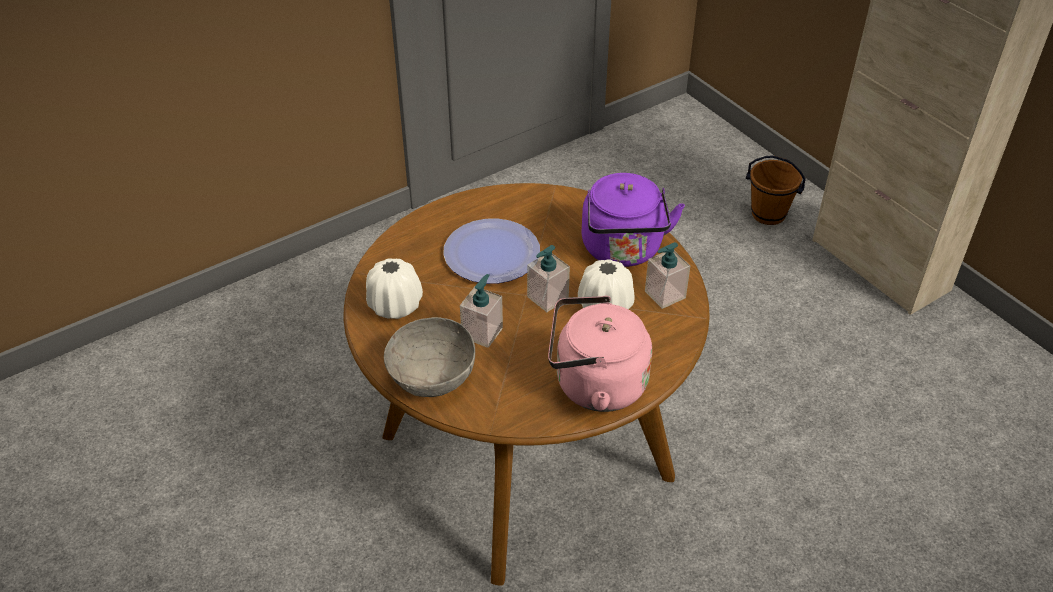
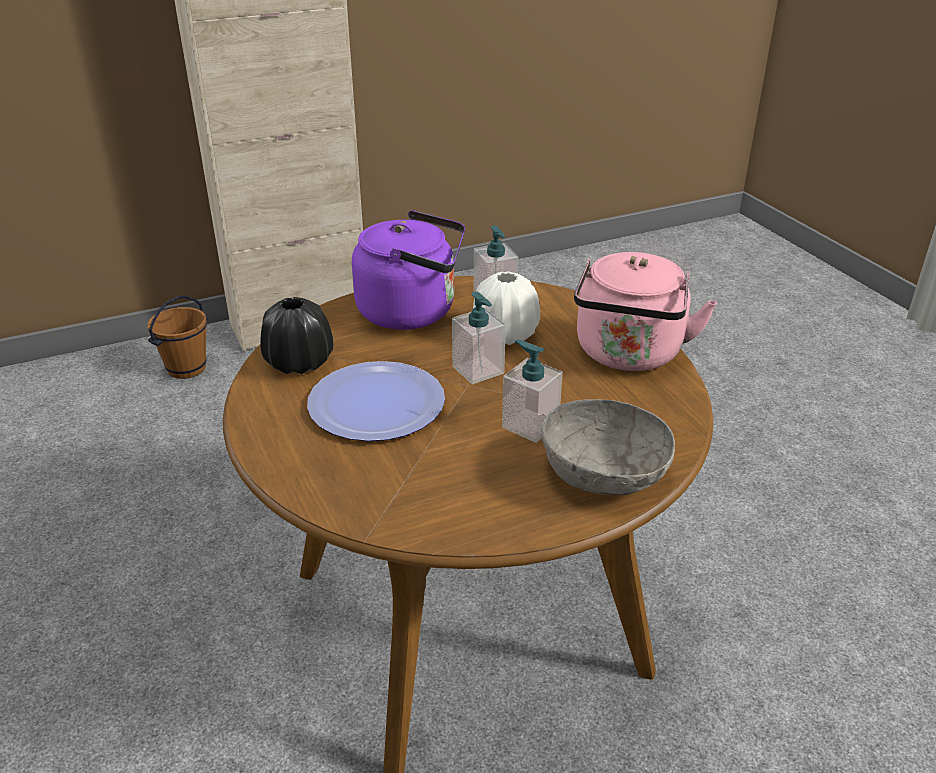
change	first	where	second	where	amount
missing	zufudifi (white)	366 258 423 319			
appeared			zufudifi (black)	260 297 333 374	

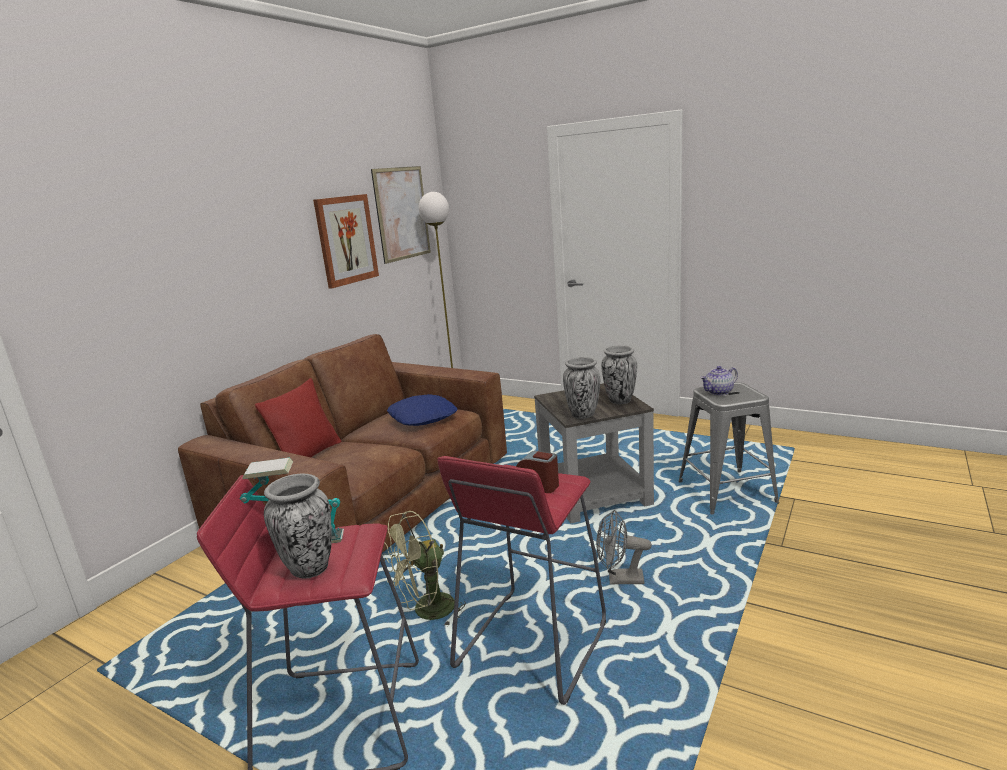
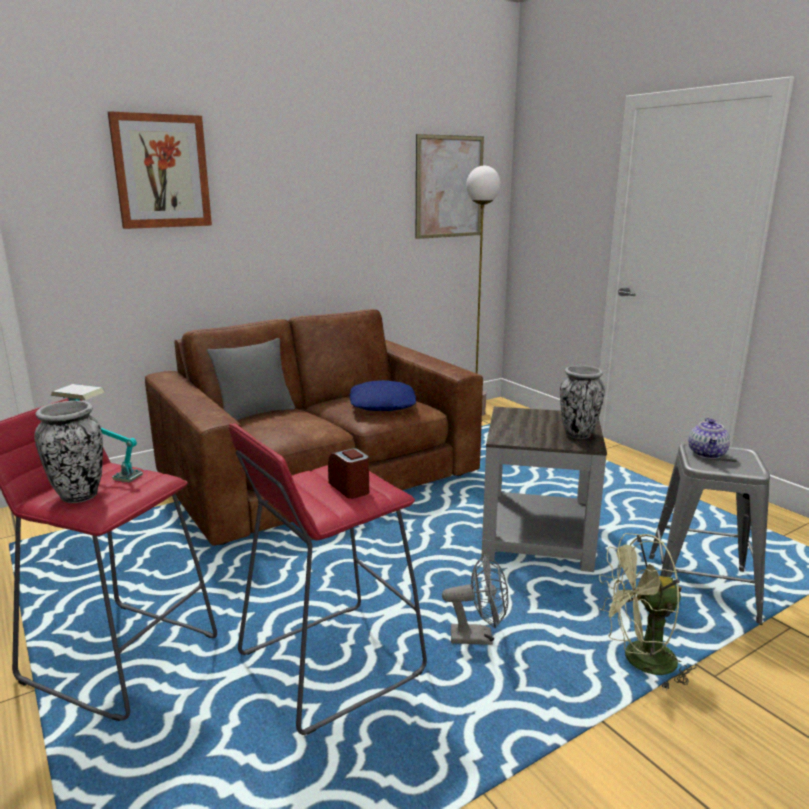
change	first	where	second	where	amount
colour	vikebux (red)	255 378 342 457	vikebux (grey)	207 338 295 421	
relocated	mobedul	313 194 379 288		108 111 212 229	
relocated	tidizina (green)	382 511 466 626		599 533 696 691	
missing	zufudifi	563 357 600 419			
spun	tidizina (grey)	596 510 652 584		442 553 509 645	150 degrees clockwise
spun	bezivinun	700 366 738 395		688 418 730 459	75 degrees counterclockwise

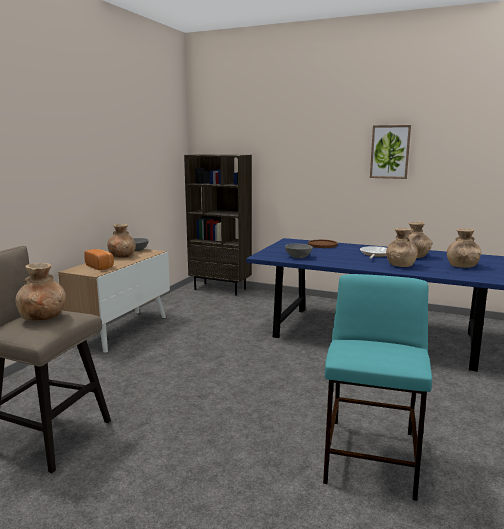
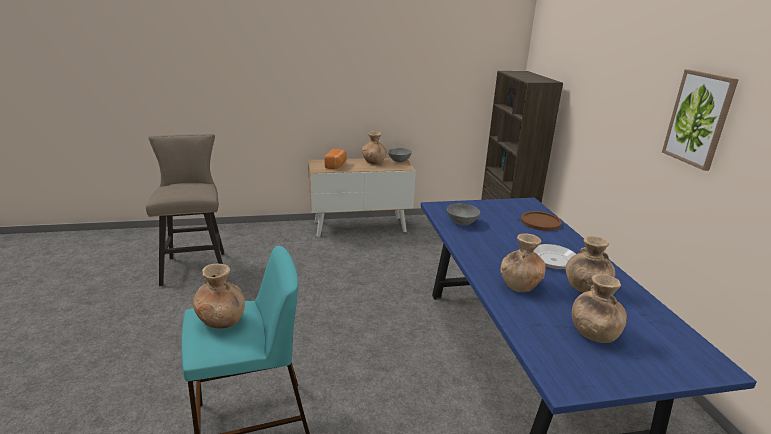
change	first	where	second	where	amount
relocated	zufudifi (brown)	15 263 66 321		193 264 245 328	

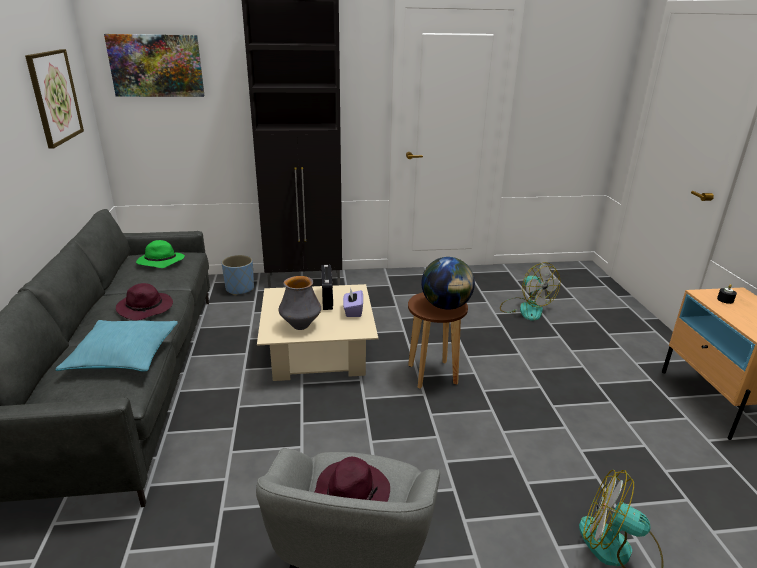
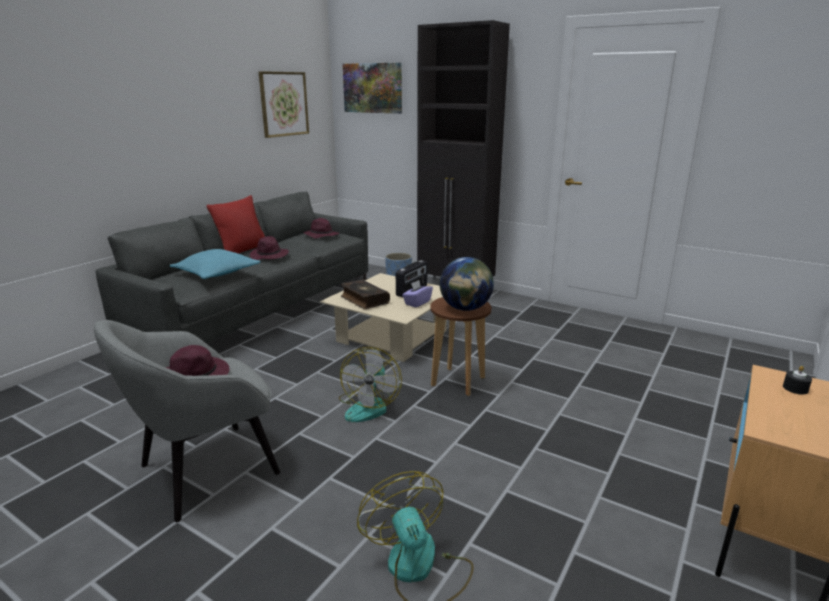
change	first	where	second	where	amount
colour	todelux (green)	136 240 185 268	todelux (purple)	304 218 339 239	
exchanged	zufudifi	278 276 321 330	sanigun	341 280 390 309	
relocated	tidizina	500 262 560 321		339 347 402 422	
appeared			vikebux (red)	206 195 265 254	

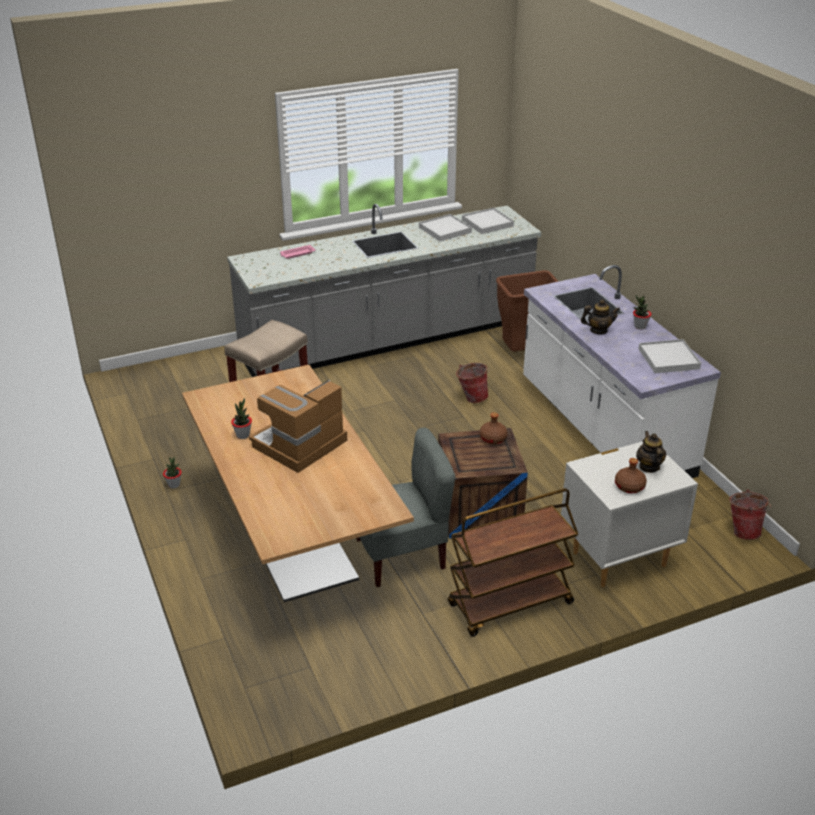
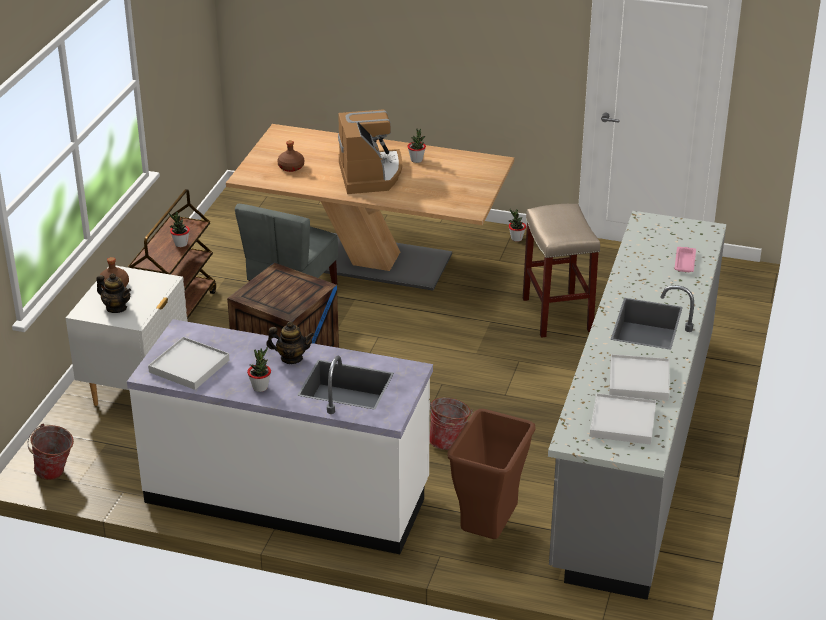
change	first	where	second	where	amount
relocated	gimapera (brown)	480 412 508 444		277 140 304 172	
spun	bezivinun	581 300 620 334		266 322 314 364	120 degrees counterclockwise
appeared			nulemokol	169 212 190 247	

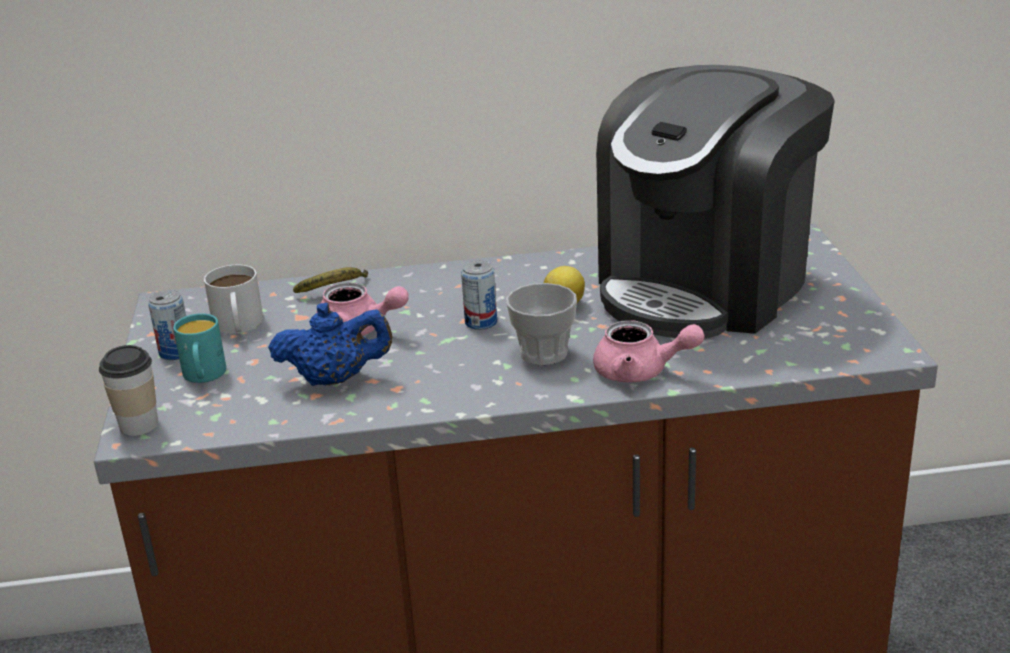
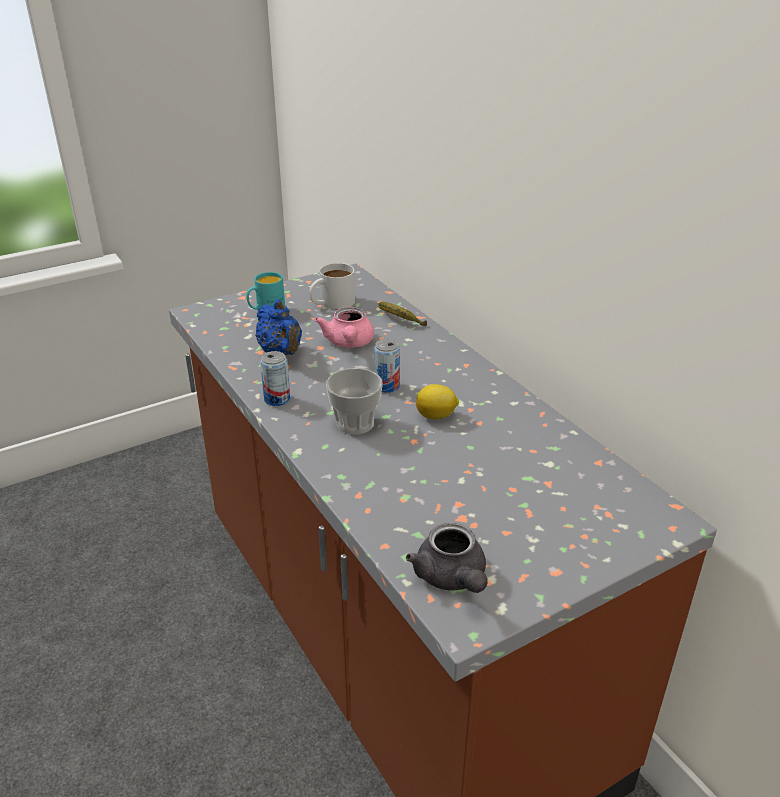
change	first	where	second	where	amount
missing	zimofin	99 345 158 436			
relocated	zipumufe	148 290 186 360		260 351 290 406	
missing	bezivinun (pink)	593 320 704 382			
missing	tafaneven	596 65 835 338			
appeared			bezivinun (grey)	406 523 488 593	

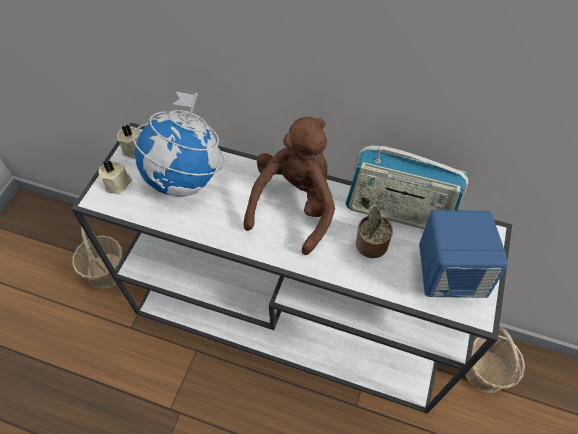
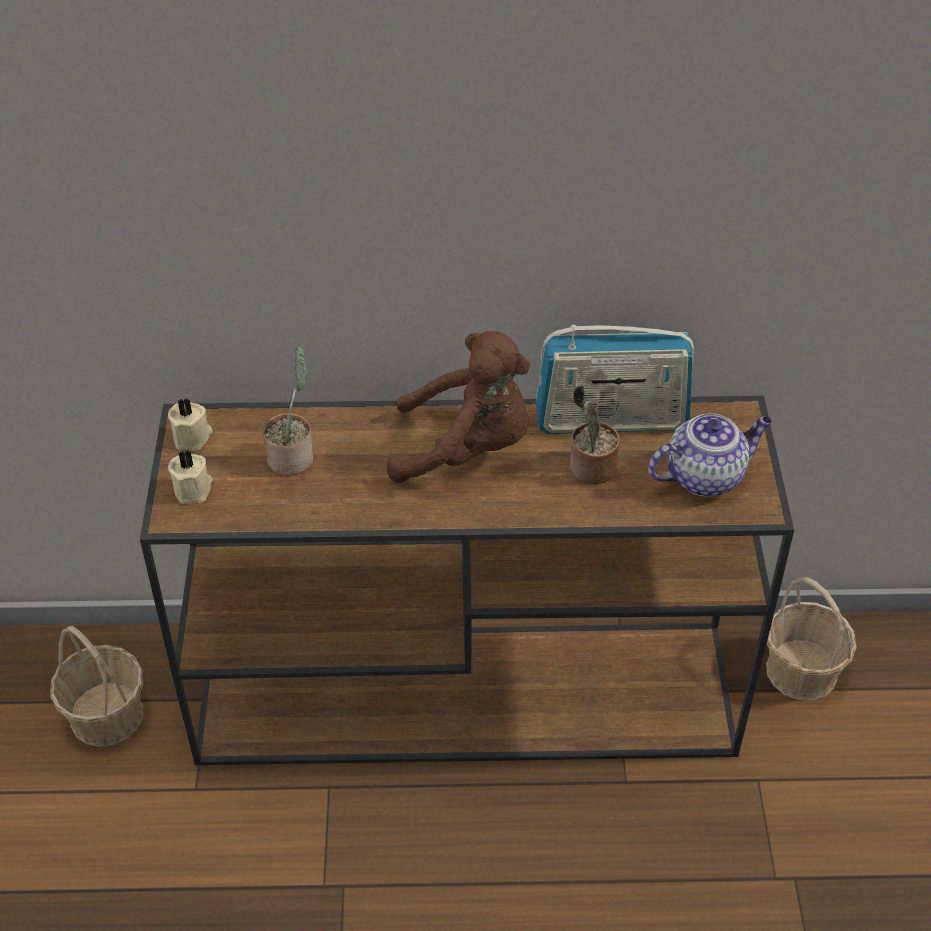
change	first	where	second	where	amount
colour	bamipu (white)	71 123 512 414	bamipu (brown)	140 396 794 765	
exchanged	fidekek	133 92 224 197	nulemokol	263 346 313 476	
spun	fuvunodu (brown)	244 117 335 255		387 331 530 483	90 degrees clockwise
exchanged	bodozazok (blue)	419 210 508 298	bezivinun	648 413 772 497	

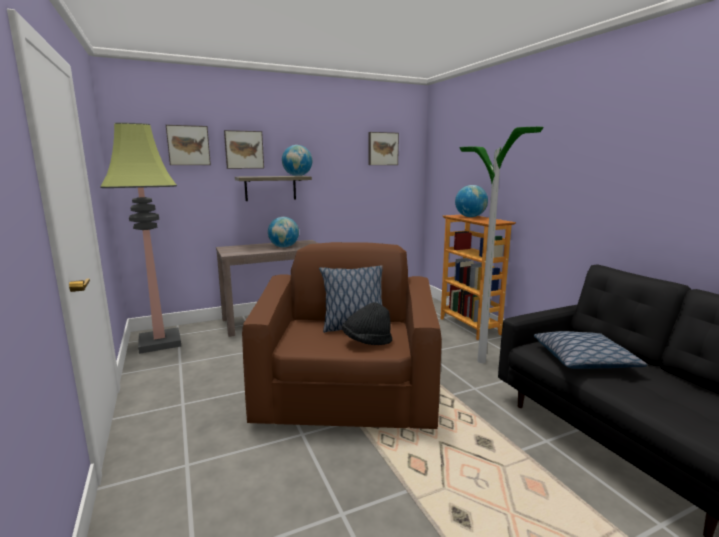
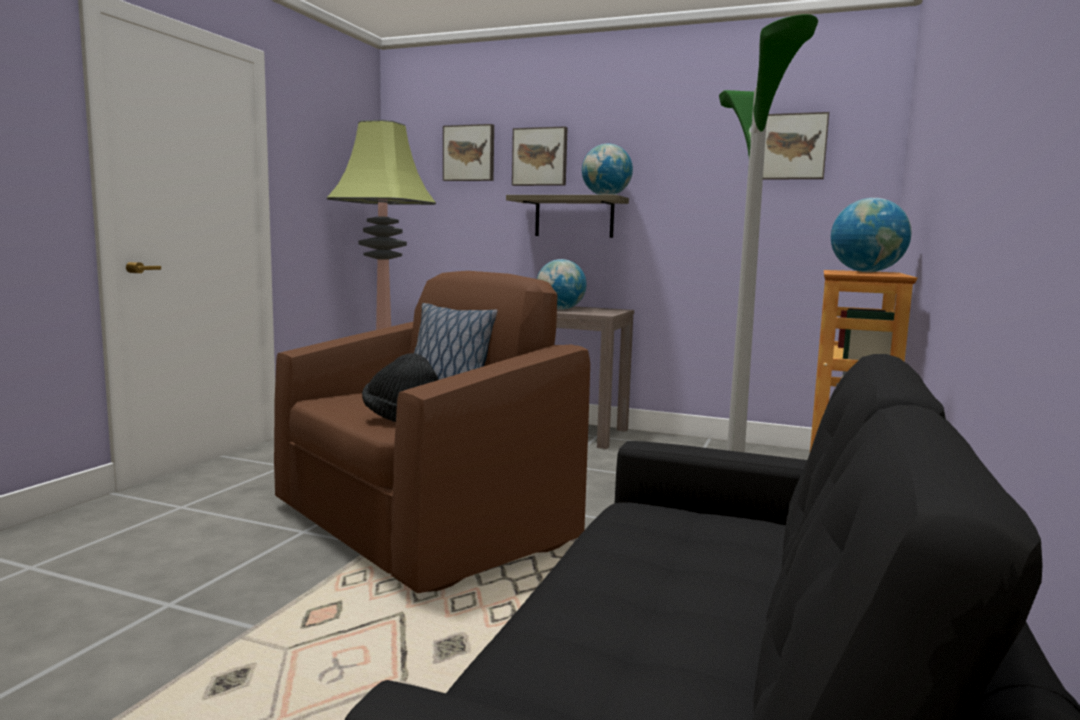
change	first	where	second	where	amount
missing	vikebux	534 331 647 369			

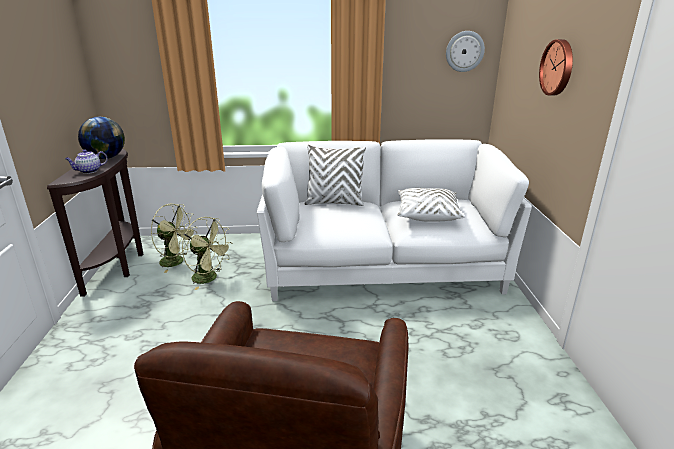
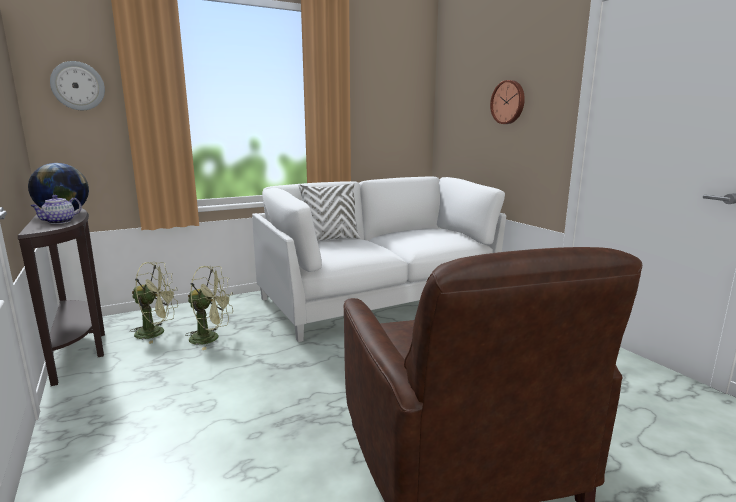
change	first	where	second	where	amount
missing	vikebux (white)	398 188 465 222			
relocated	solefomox	446 31 485 72		50 61 105 110	

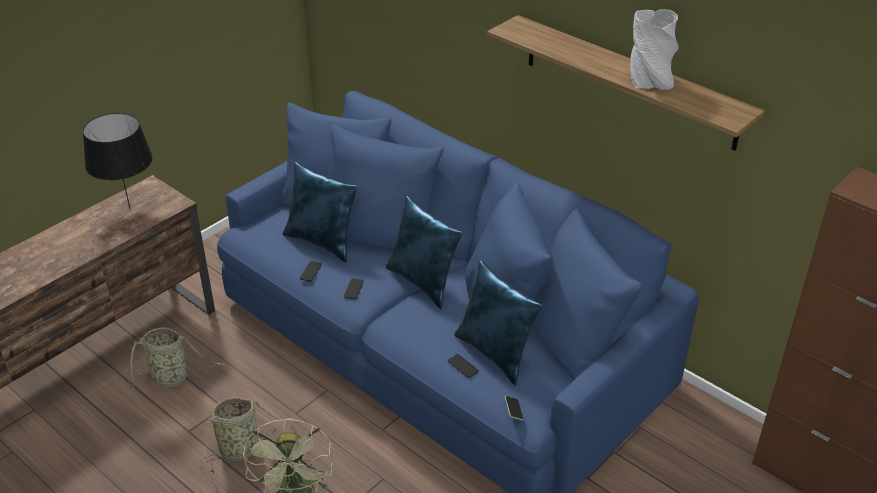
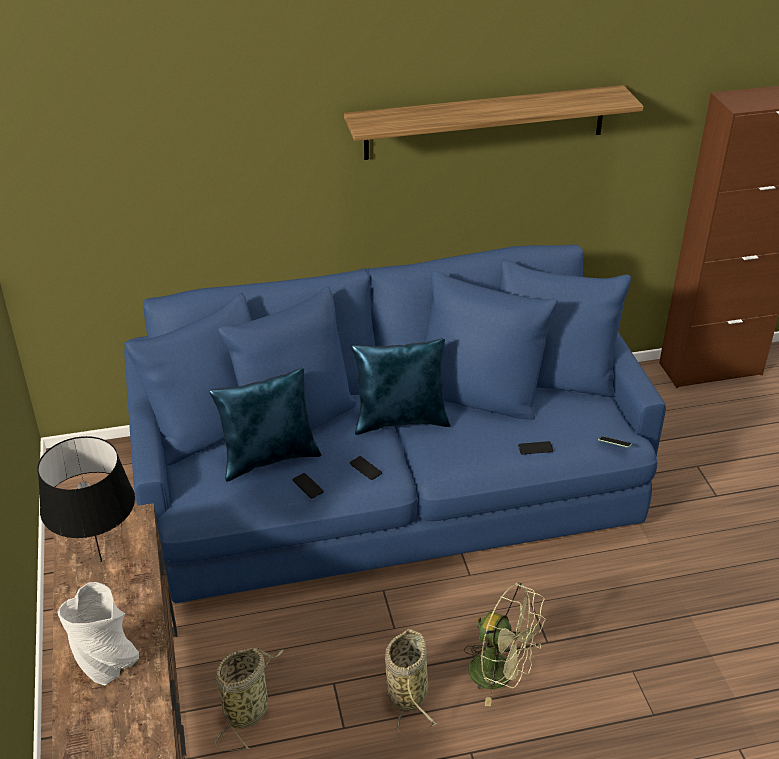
change	first	where	second	where	amount
missing	vikebux (blue)	454 260 542 385			
relocated	zufudifi (grey)	630 9 679 90		58 582 139 686	

